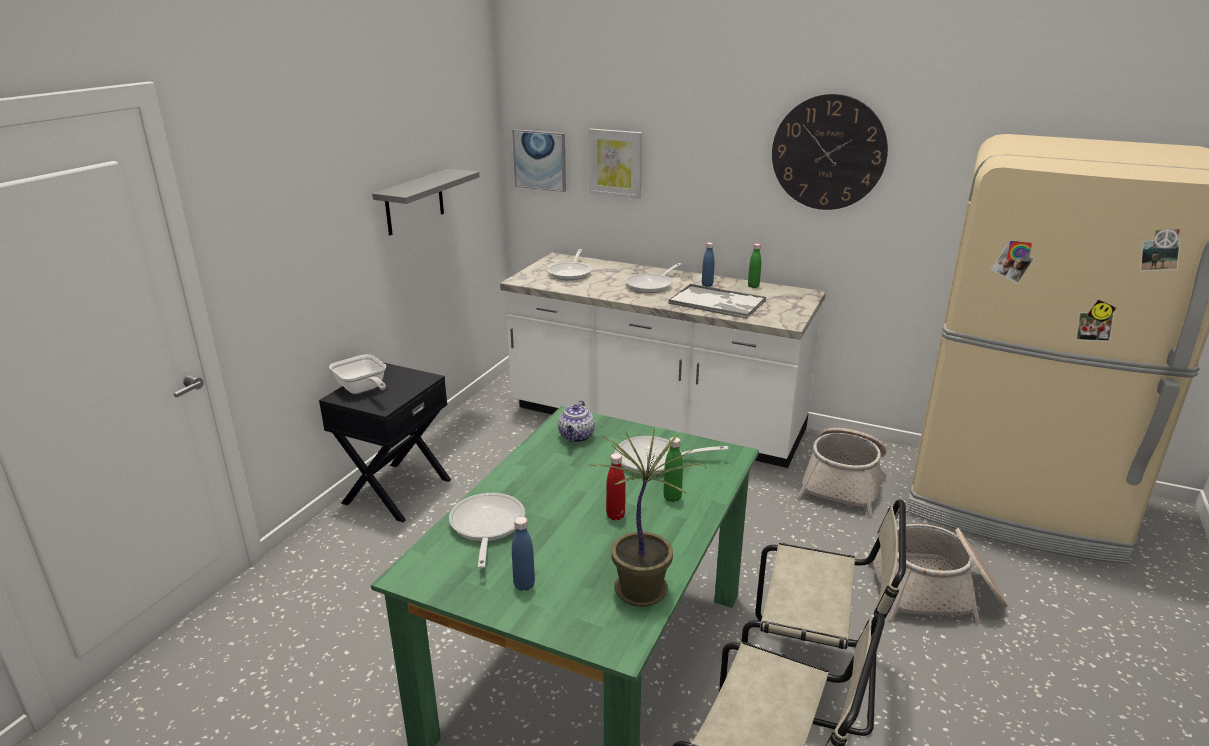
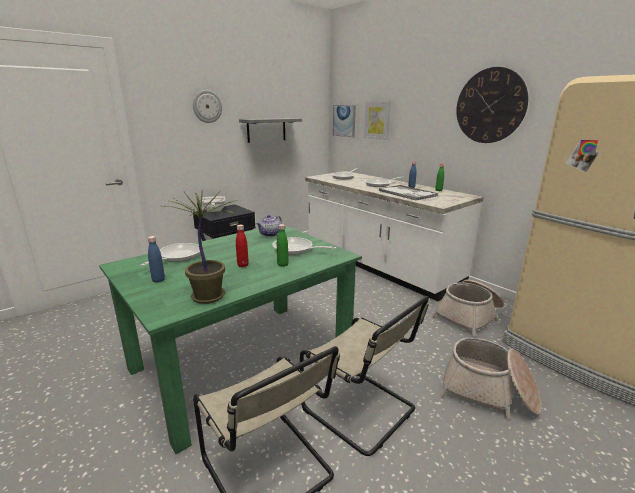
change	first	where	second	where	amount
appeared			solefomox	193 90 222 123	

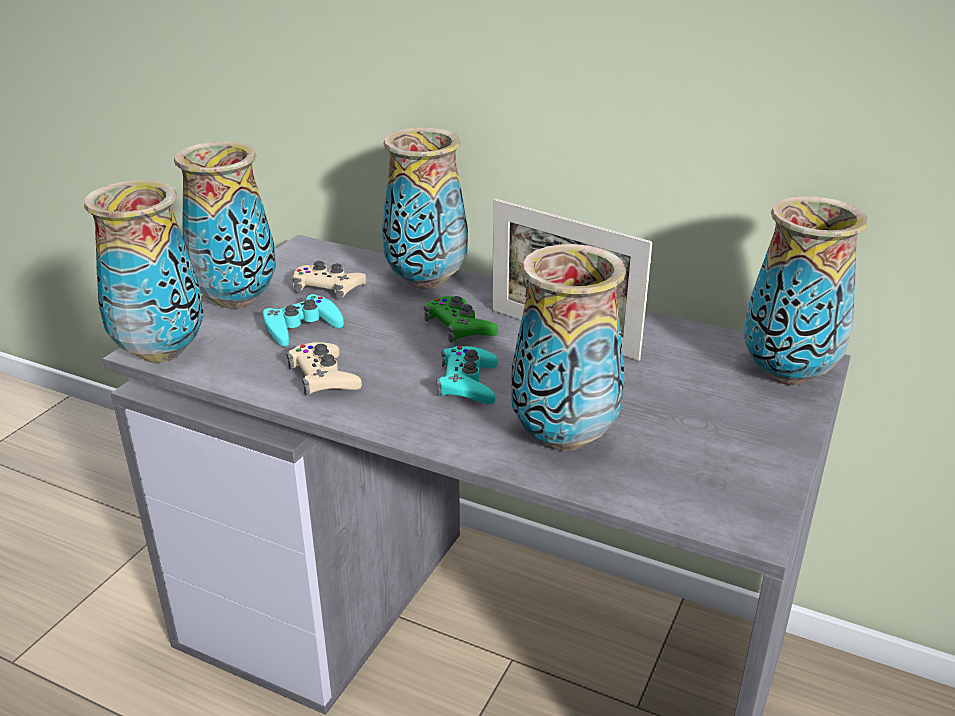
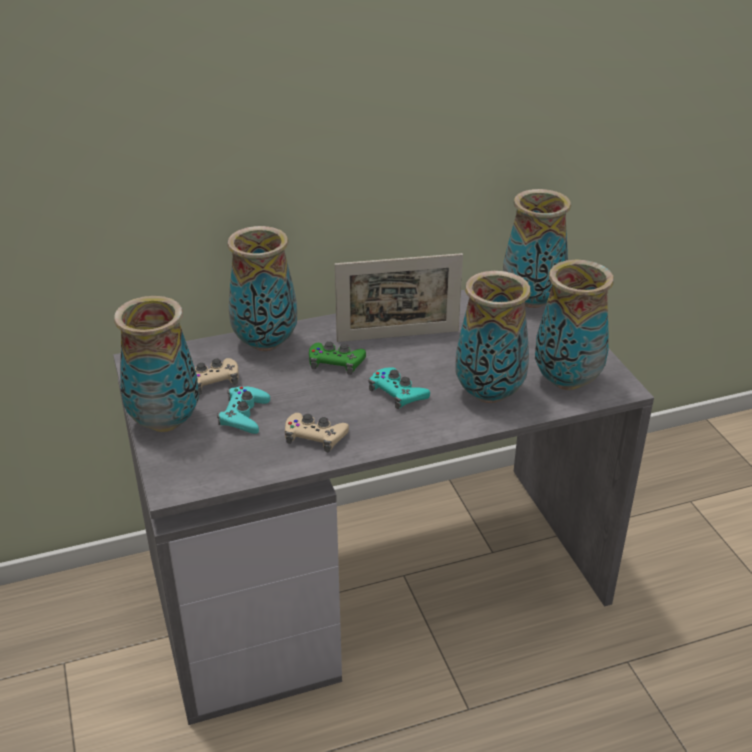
change	first	where	second	where	amount
relocated	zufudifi	84 180 204 363		535 259 614 390	

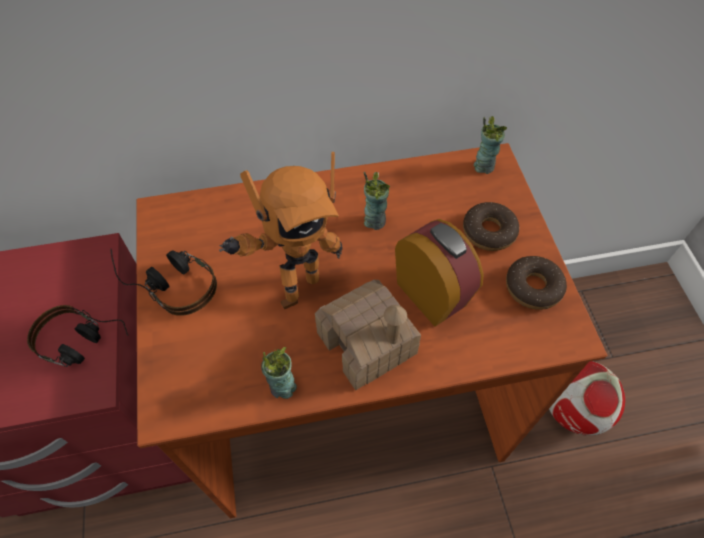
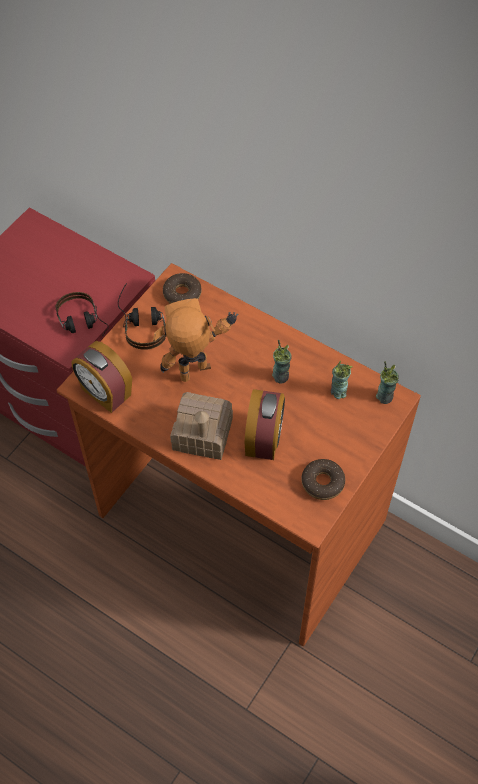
change	first	where	second	where	amount
spun	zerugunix	219 152 343 309		153 298 238 382	150 degrees clockwise
relocated	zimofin	261 347 297 399		331 361 353 399	
relocated	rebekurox	463 202 519 251		163 273 202 304	
missing	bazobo	549 361 625 436			
appeared			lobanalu	72 341 132 413	

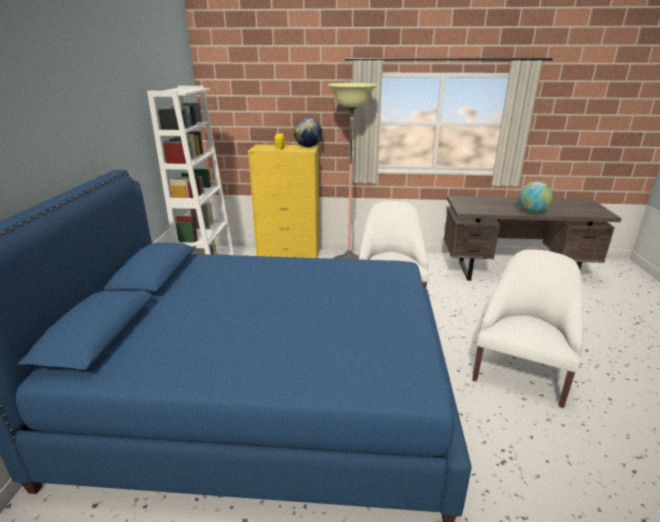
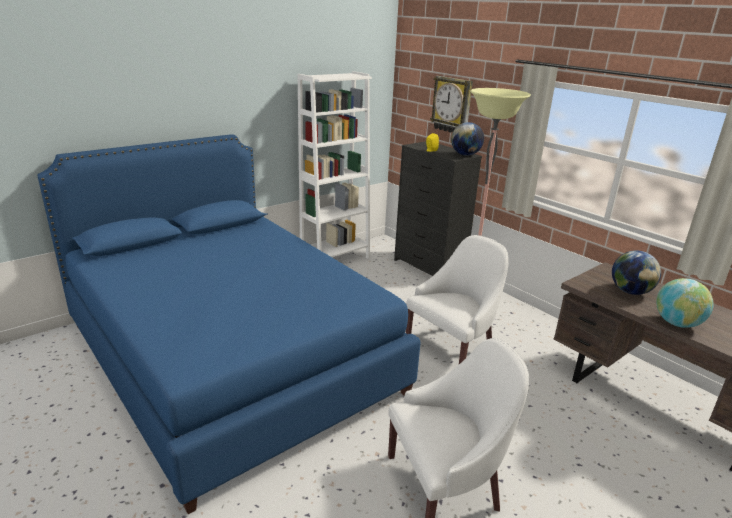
change	first	where	second	where	amount
colour	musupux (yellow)	248 144 320 258	musupux (black)	394 141 482 276	
appeared			solefomox	430 76 473 132	
appeared			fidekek	612 250 661 295	

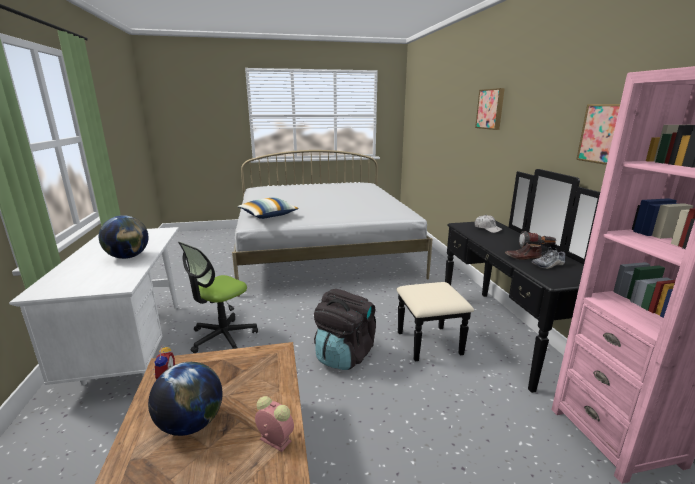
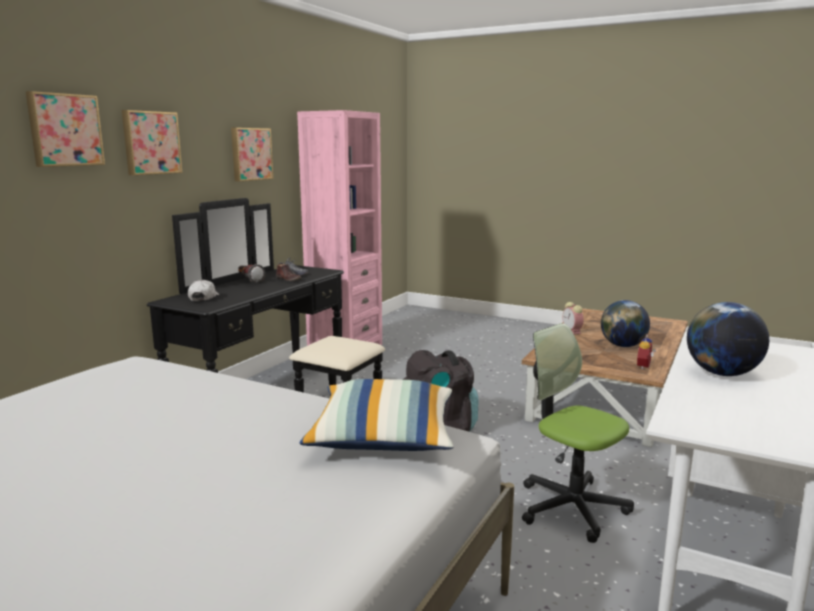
change	first	where	second	where	amount
spun	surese	178 242 258 353		522 323 634 543	120 degrees counterclockwise
appeared			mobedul	122 110 183 175	

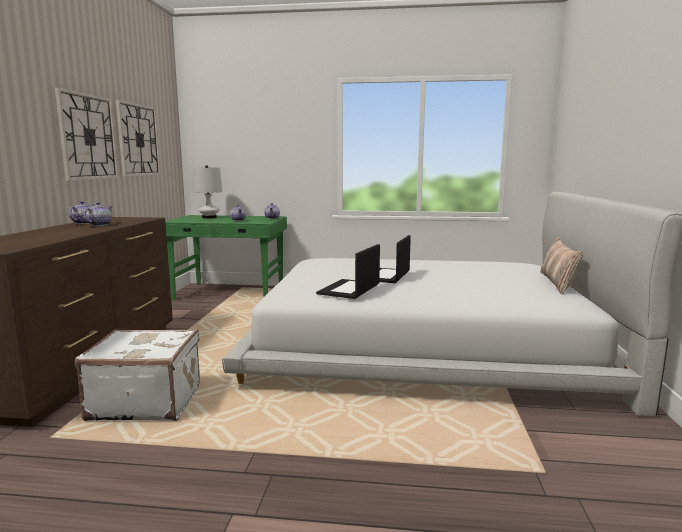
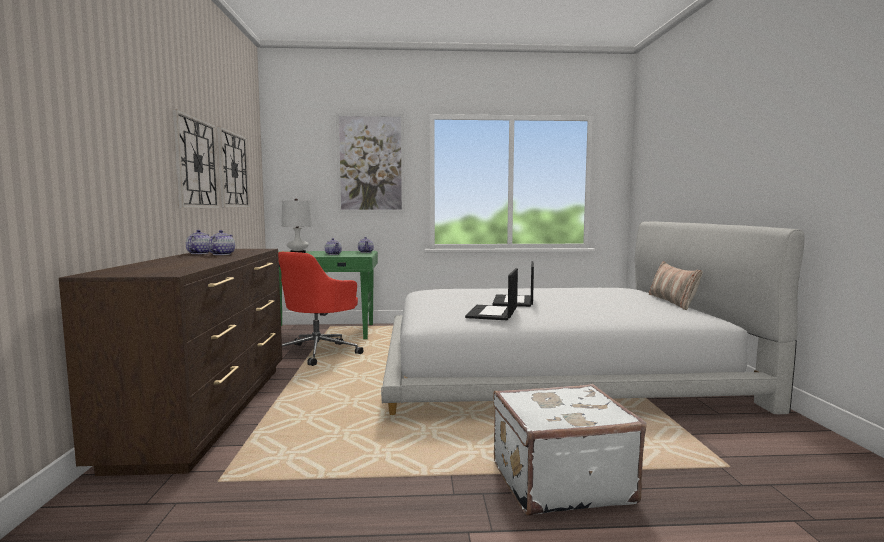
change	first	where	second	where	amount
relocated	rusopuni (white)	75 329 200 421		493 384 647 516	
appeared			surese (red)	278 252 363 366	
appeared			mobedul	336 113 405 213	

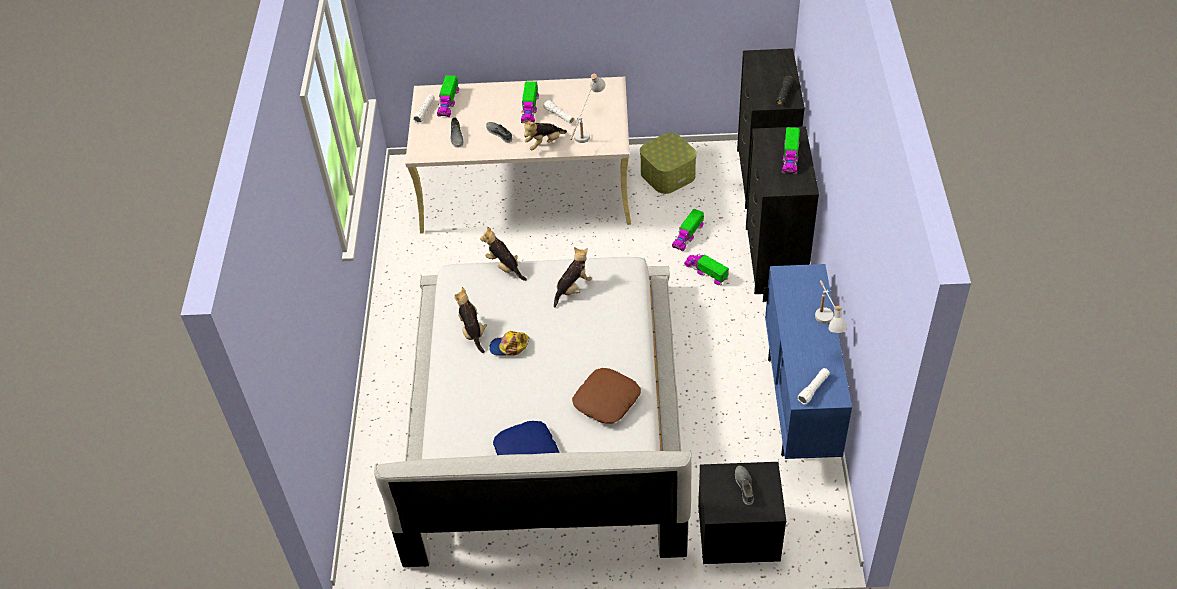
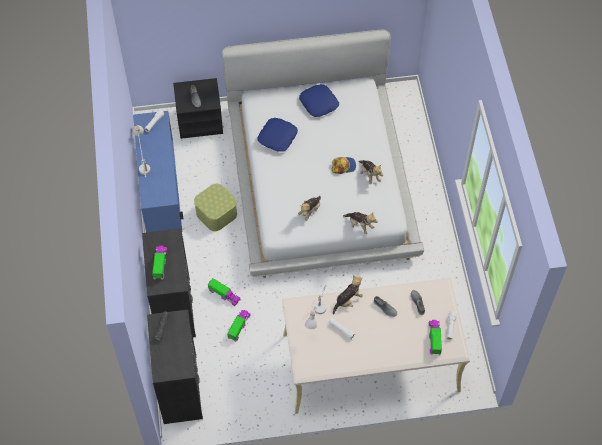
change	first	where	second	where	amount
missing	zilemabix	521 81 539 123			
colour	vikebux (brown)	572 368 641 423	vikebux (blue)	257 118 298 152	
relocated	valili	640 133 697 194		194 184 237 231	

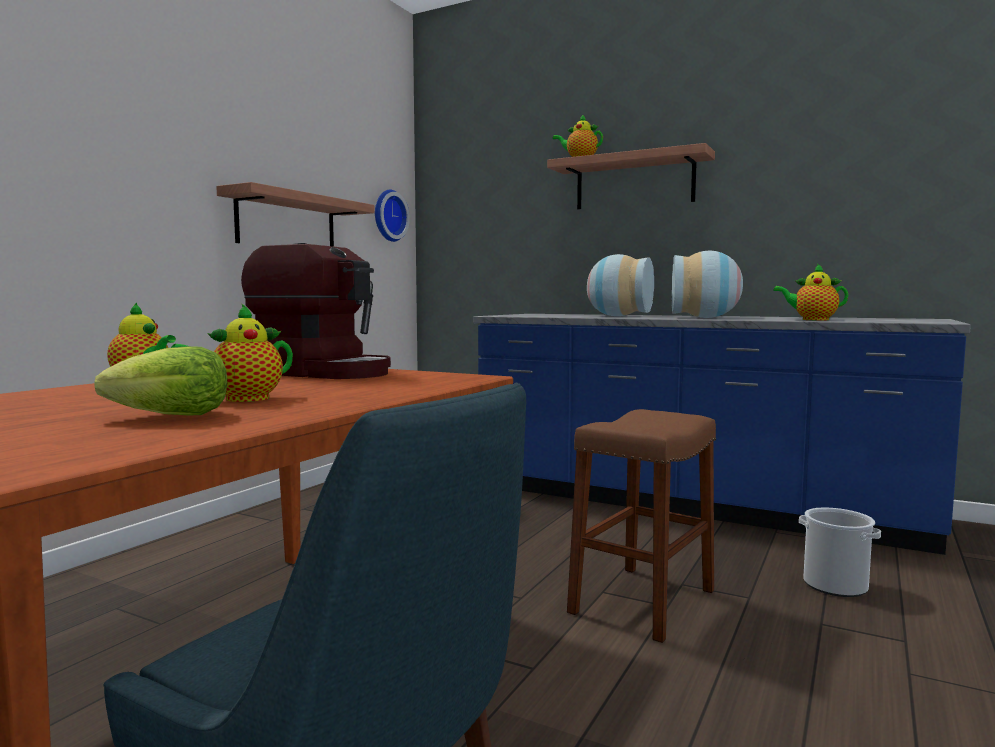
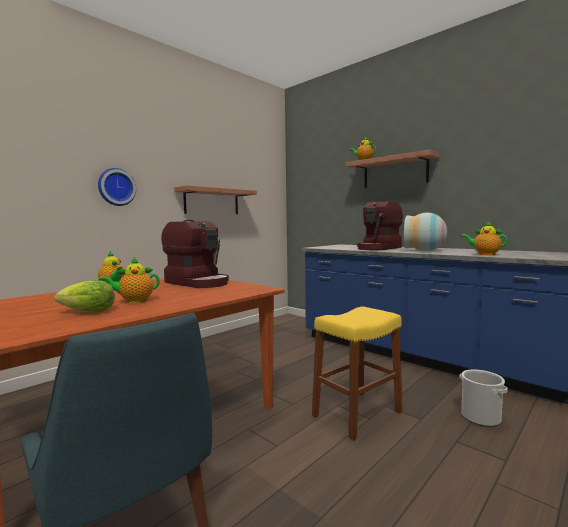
change	first	where	second	where	amount
relocated	solefomox	375 190 410 242		98 168 136 206	
colour	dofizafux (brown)	567 409 716 643	dofizafux (yellow)	312 307 402 441	
exchanged	zufudifi	587 254 654 316	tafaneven	357 201 403 250	

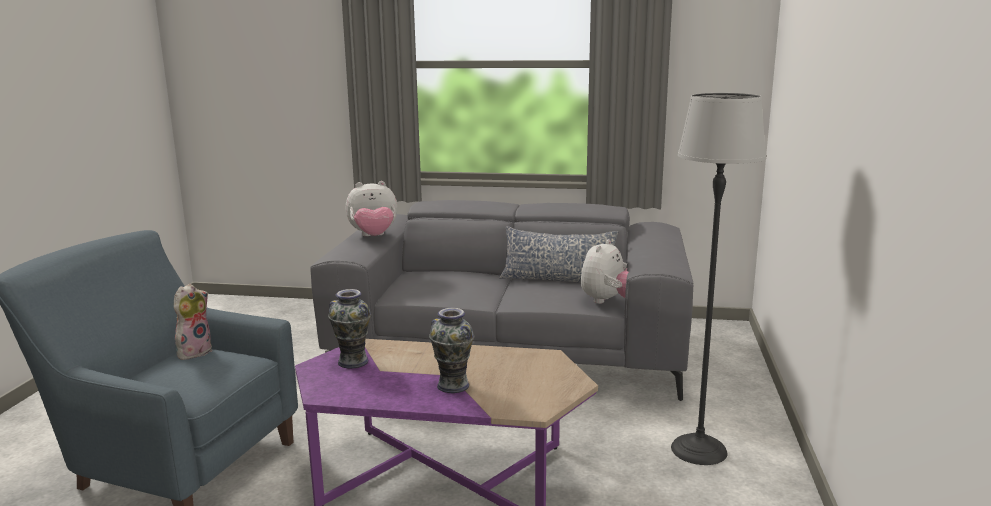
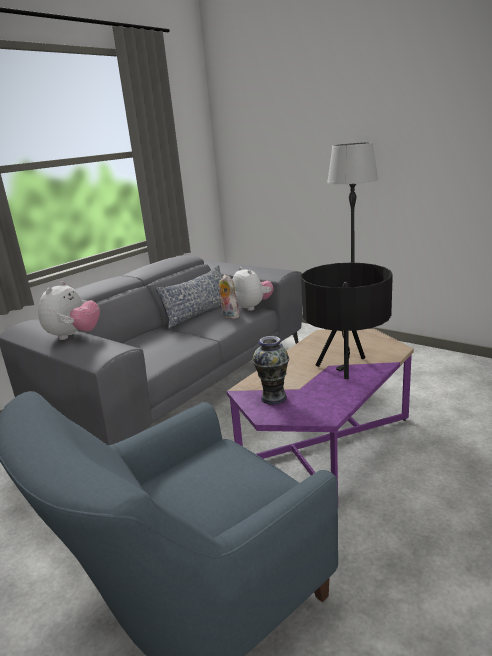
change	first	where	second	where	amount
relocated	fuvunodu	174 284 212 360		219 274 240 319	
exchanged	zufudifi	429 308 474 393	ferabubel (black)	301 263 393 379	

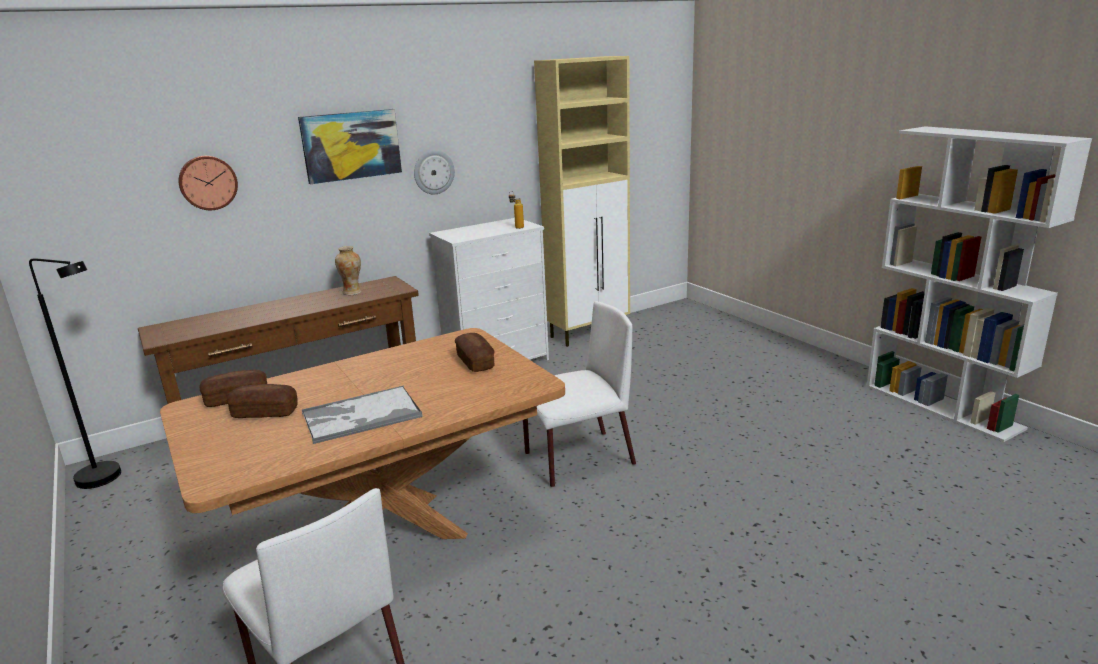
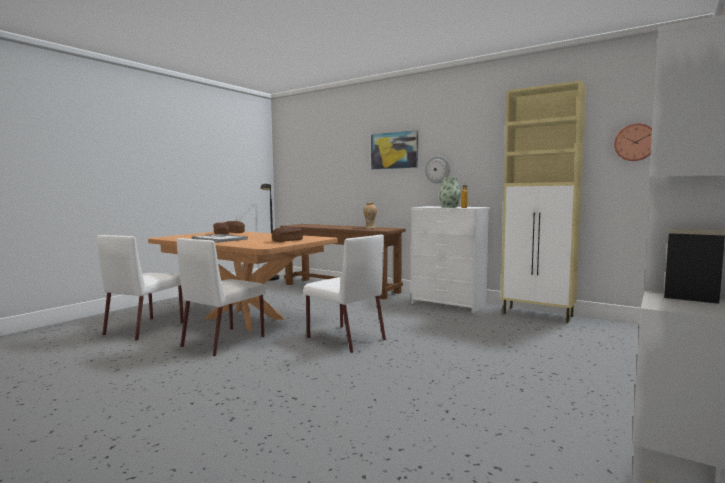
change	first	where	second	where	amount
relocated	solefomox	178 156 238 210		614 123 652 161	
appeared			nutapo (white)	177 238 266 357	
appeared			zufudifi	439 177 461 208	

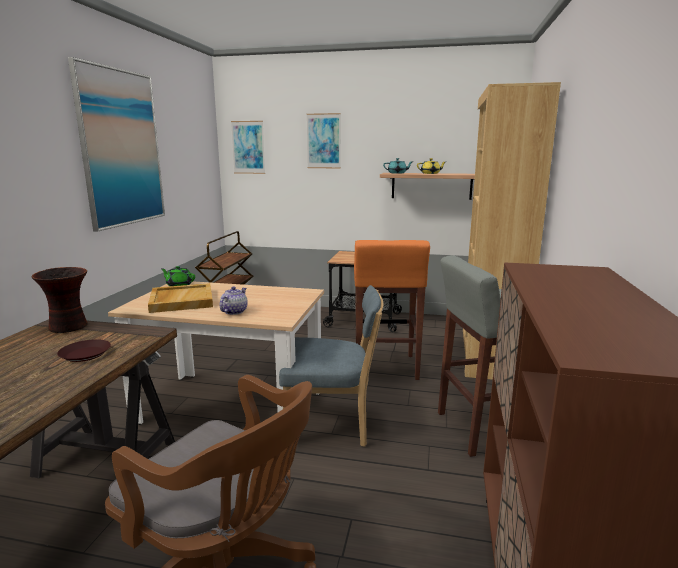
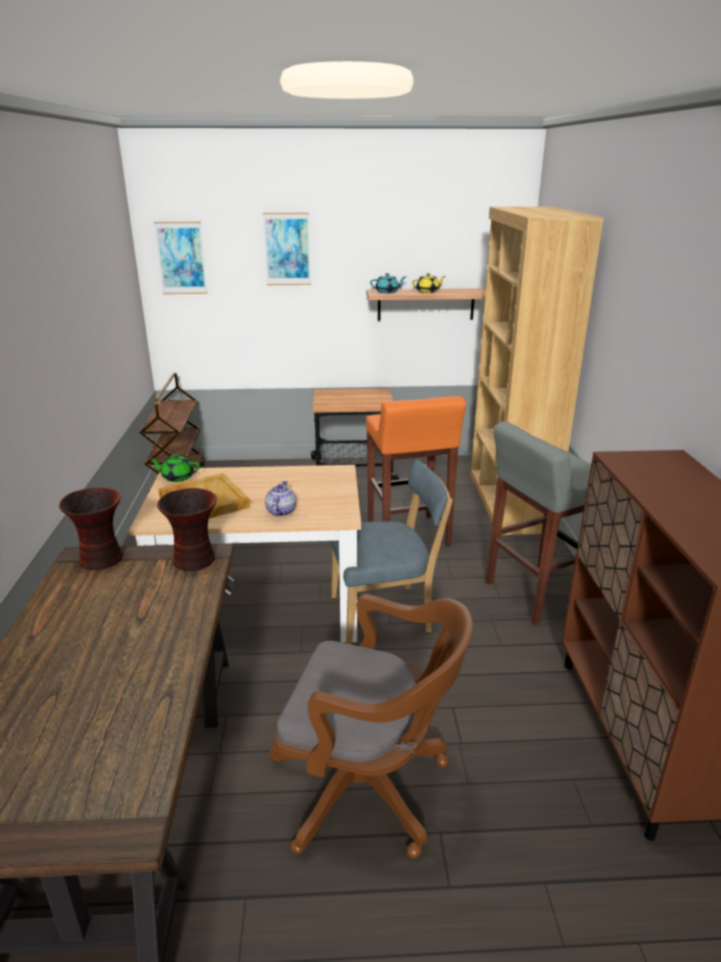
change	first	where	second	where	amount
missing	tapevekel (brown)	57 339 111 362			
missing	mobedul	68 57 165 232			
appeared			zufudifi	157 488 217 571	

